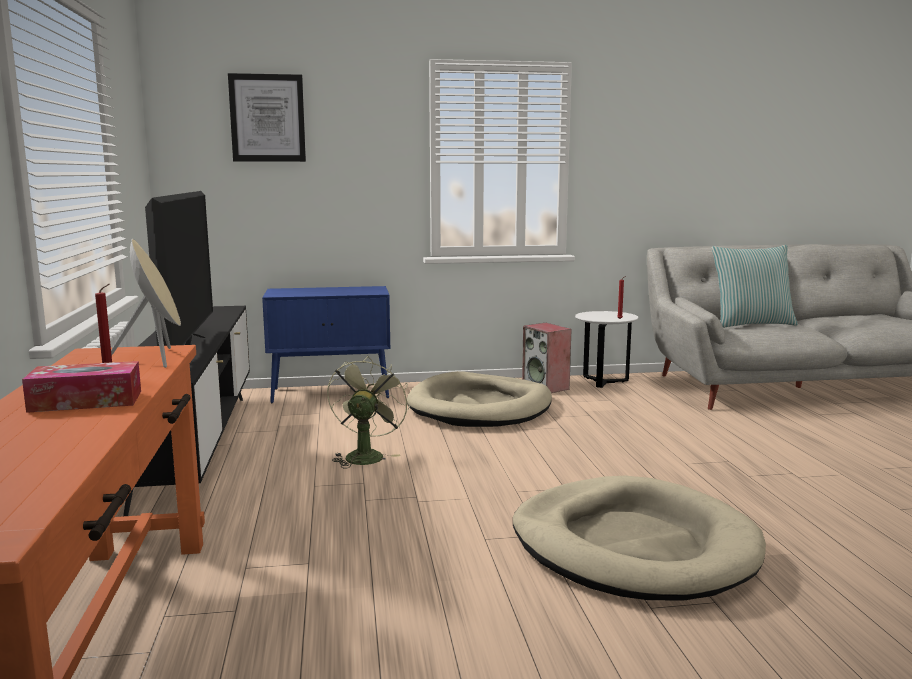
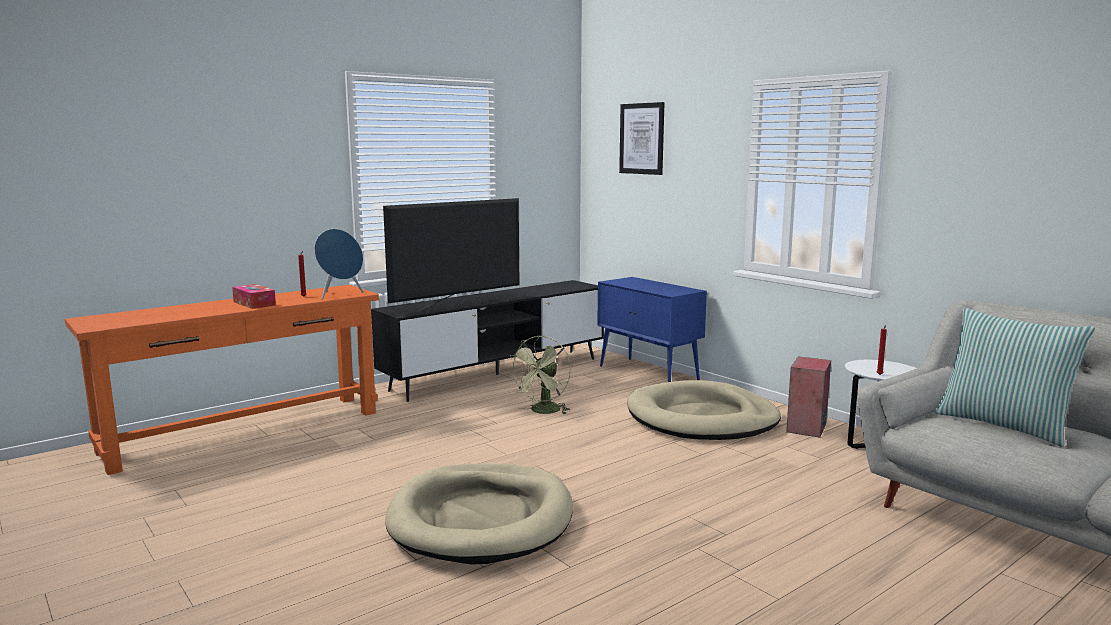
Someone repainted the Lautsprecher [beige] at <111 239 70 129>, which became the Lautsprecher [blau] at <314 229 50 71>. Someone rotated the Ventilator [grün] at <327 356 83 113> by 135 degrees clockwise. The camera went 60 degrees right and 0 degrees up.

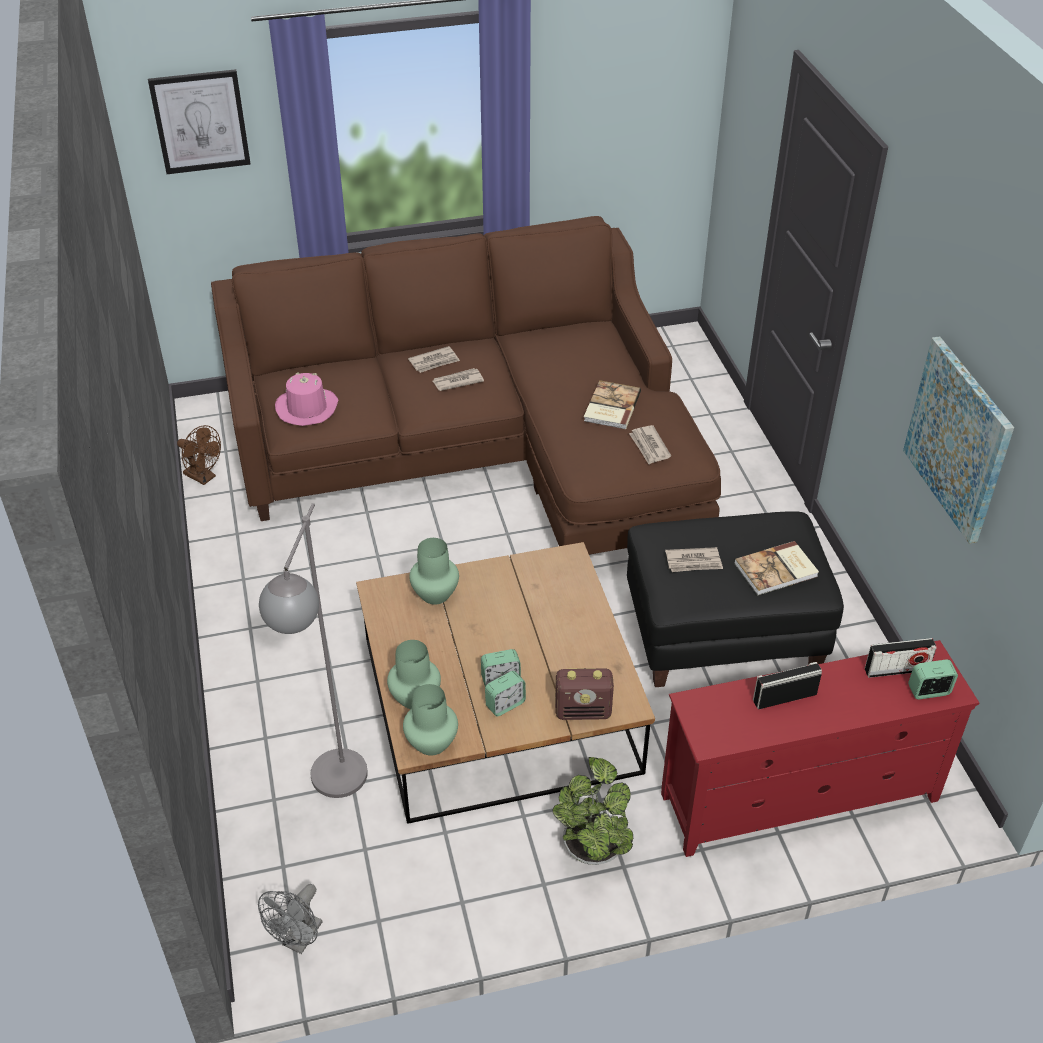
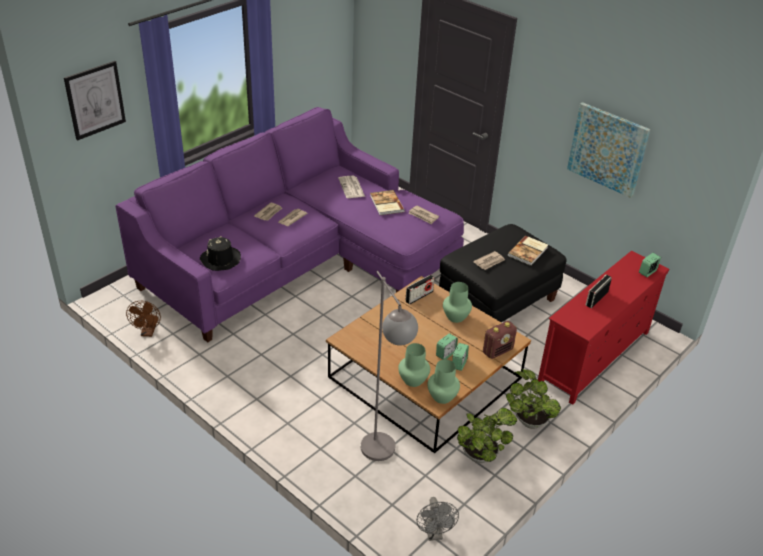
Someone rotated the Ventilator [braun] at <177 425 44 60> by 90 degrees clockwise. Someone repainted the Sofa [braun] at <211 216 510 339>, which became the Sofa [lila] at <115 107 349 235>. Someone repainted the Hut [rosa] at <275 372 63 54>, which became the Hut [schwarz] at <200 236 41 35>. Someone carried the Vase [grün] from <409 538 50 67> to <443 282 29 41>. Someone carried the Radio from <865 638 72 40> to <405 275 30 29>. Someone put down the Zeitung at <338 176 27 22>. Someone put down the Topfpflanze at <457 408 60 55>. The camera went 35 degrees left and 5 degrees down.

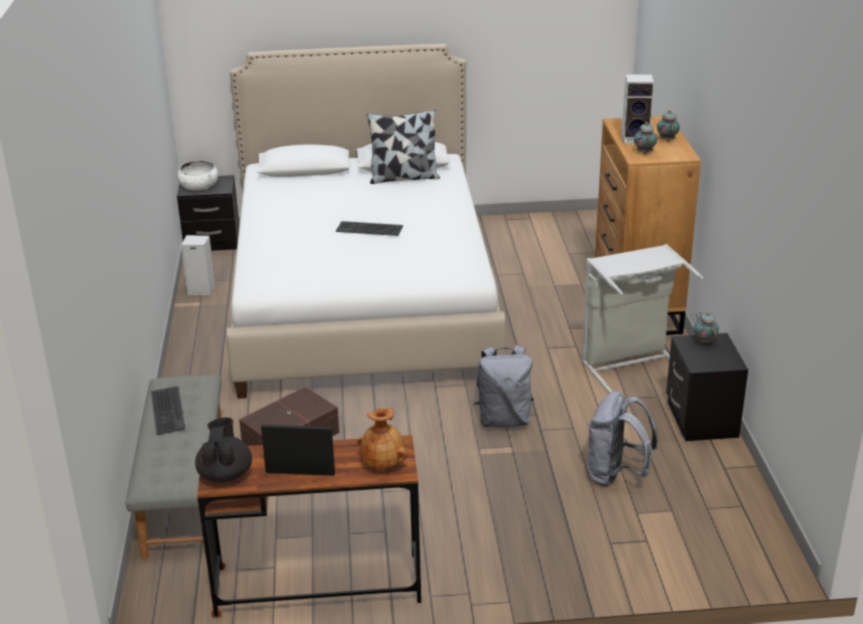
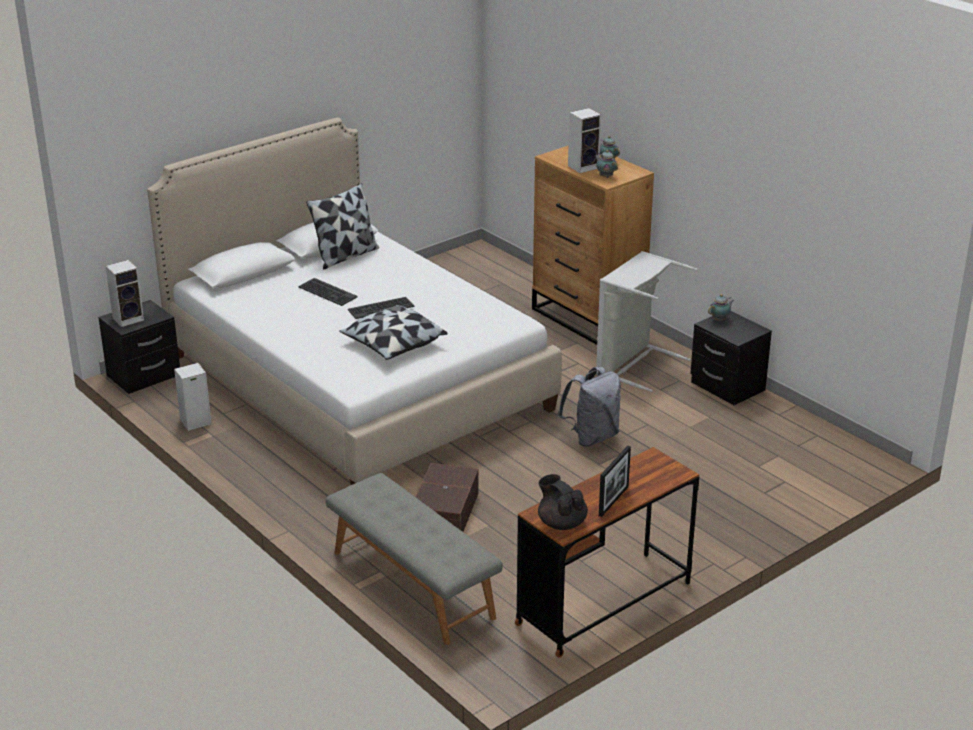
Someone carried the Tastatur from <151 386 34 49> to <298 278 60 28>. Someone swapped the Schüssel [weiß] at <177 160 41 30> for the Lautsprecher at <106 260 38 67>. Someone rotated the Bilderrahmen at <261 425 74 51> by 150 degrees clockwise. Someone took away the Vase [braun] at <357 408 50 61>. Someone took away the Rucksack [grau] at <588 391 70 95>. Someone rotated the Teekanne at <694 312 25 31> by 105 degrees clockwise. Someone put down the Kissen at <339 305 109 55>. The camera went 35 degrees left and 0 degrees up.

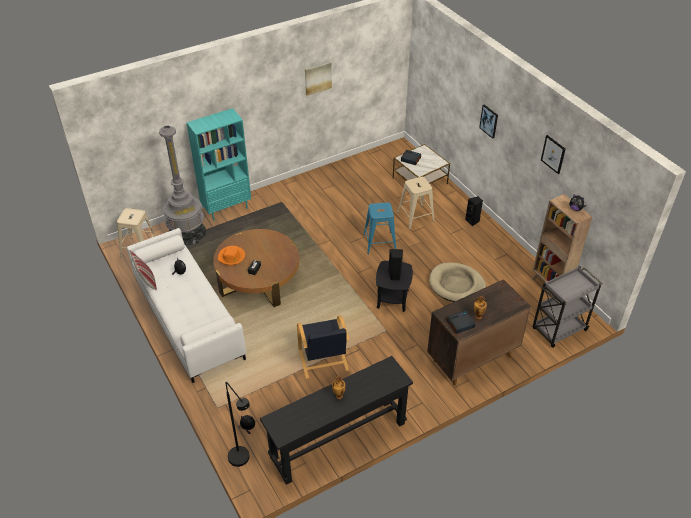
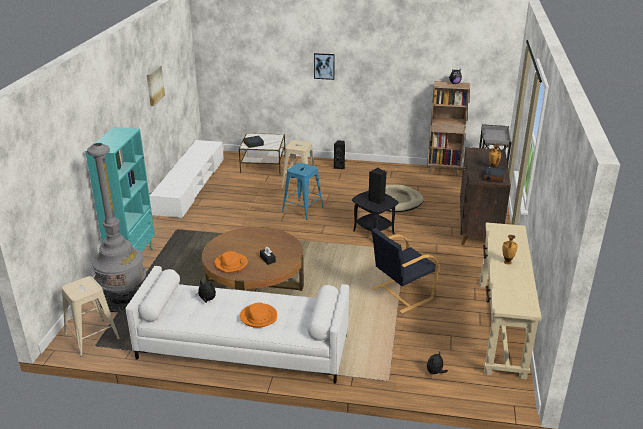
Someone took away the Kissen at <129 250 28 40>. Someone took away the Stehlampe [schwarz] at <225 382 25 85>. Someone repainted the Konsolentisch [schwarz] at <260 356 153 129>, which became the Konsolentisch [beige] at <480 222 62 158>. Someone rotated the Sessel [schwarz] at <297 316 53 63> by 120 degrees clockwise. Someone took away the Bild at <541 135 24 39>. Someone put down the Fernsehschrank [weiß] at <149 140 75 79>. Someone put down the Hut [orange] at <240 303 37 25>. The camera went 50 degrees left and 15 degrees down.

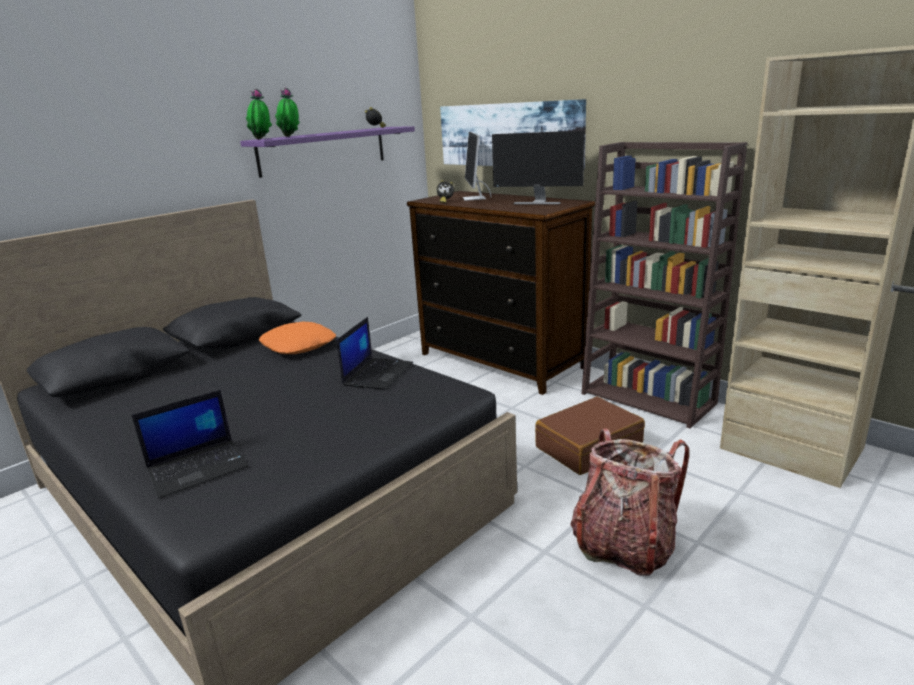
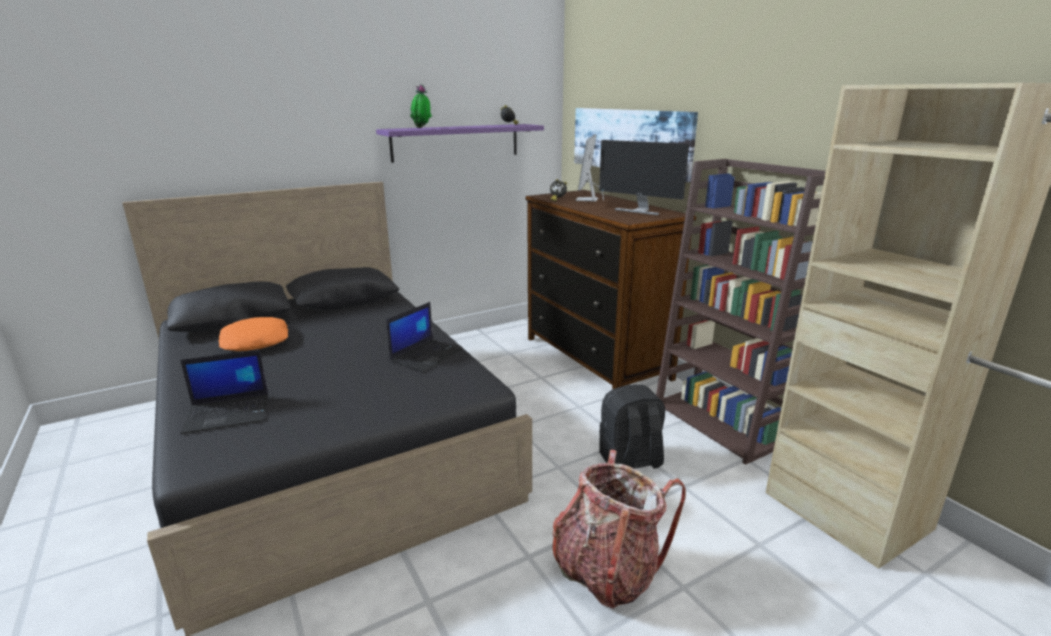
Someone took away the Topfpflanze at <246 89 26 50>. Someone carried the Kissen [orange] from <259 322 77 32> to <218 317 70 34>. Someone swapped the Koffer [braun] at <535 397 110 78> for the Rucksack [schwarz] at <599 384 66 85>. The camera went 15 degrees right and 0 degrees up.

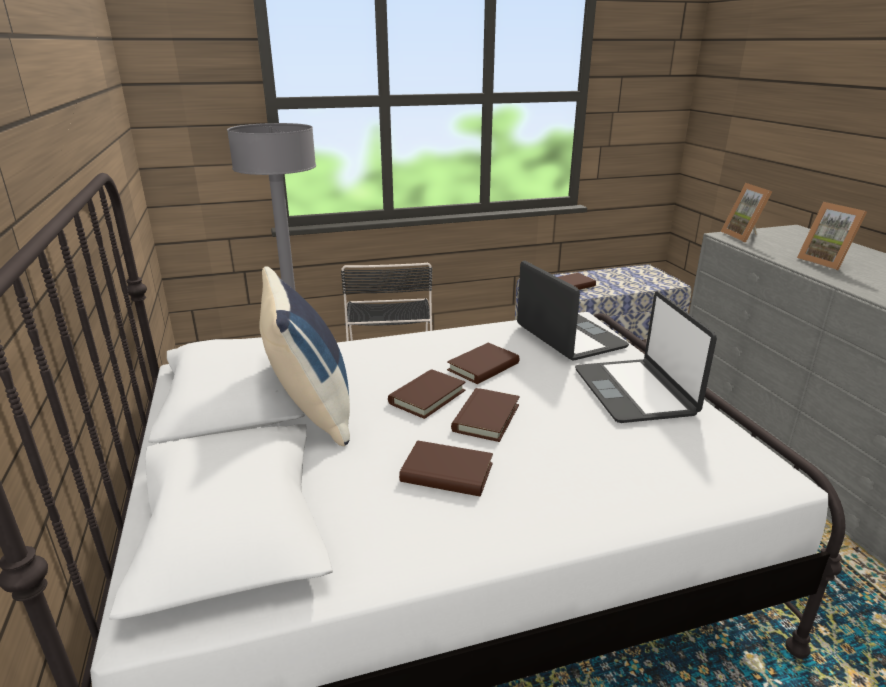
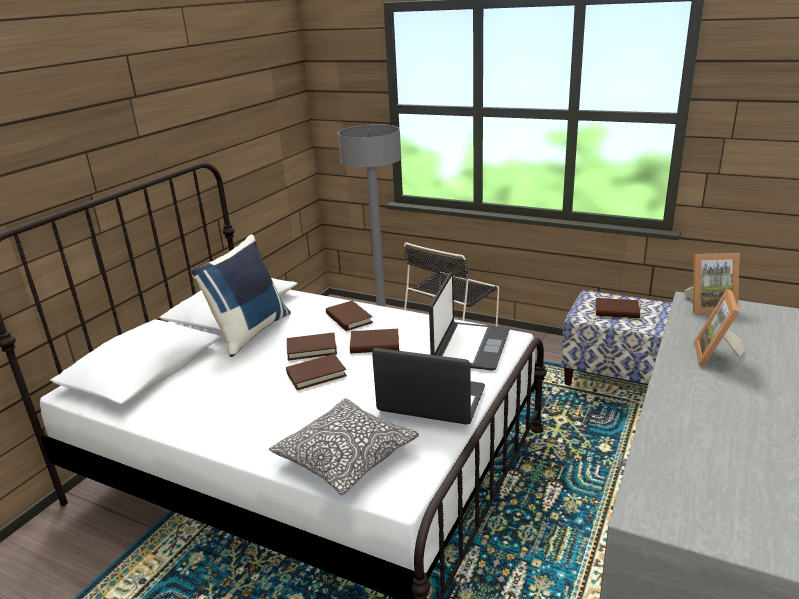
Someone carried the Buch [braun] from <399 441 94 56> to <326 301 47 30>. Someone rotated the Laptop at <575 292 142 131> by 75 degrees clockwise. Someone rotated the Bilderrahmen at <721 183 51 60> by 120 degrees counterclockwise. Someone put down the Kissen at <269 398 150 97>. The camera went 45 degrees right and 0 degrees up.

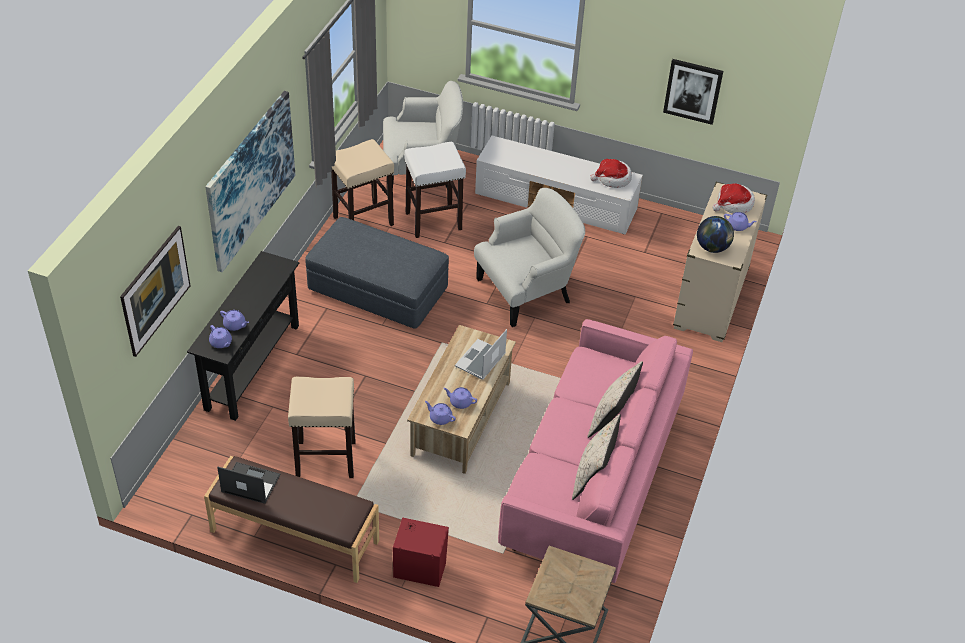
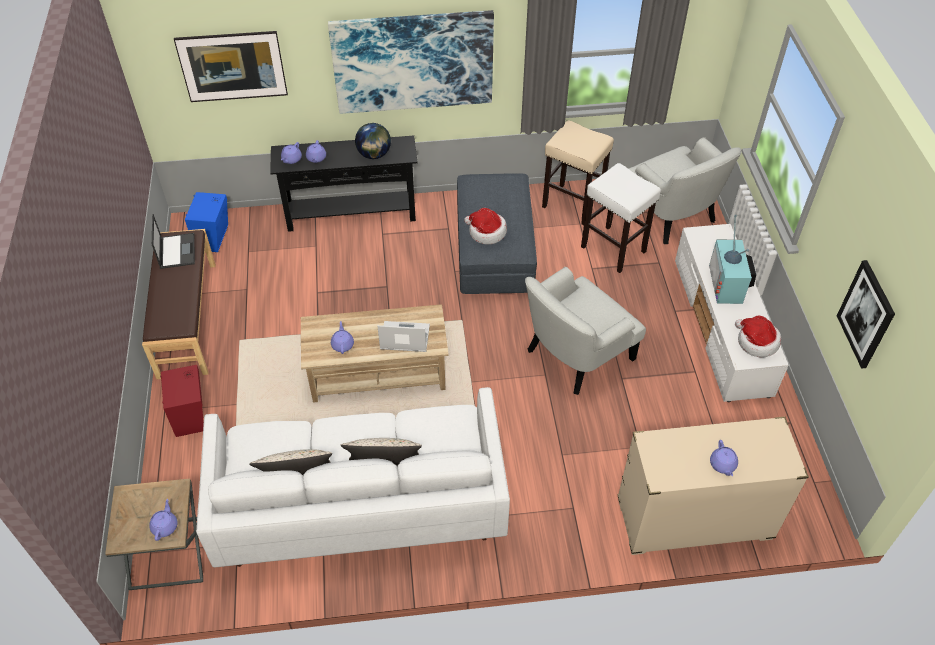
Someone took away the Hocker [beige] at <288 377 68 101>. Someone carried the Teekanne [lila] from <425 401 31 24> to <149 499 29 42>. Someone rotated the Sessel [weiß] at <474 188 111 139> by 105 degrees clockwise. Someone repainted the Sofa [rosa] at <498 319 195 264>, which became the Sofa [weiß] at <196 387 314 181>. Someone carried the Globus from <697 216 37 37> to <355 123 36 36>. Someone carried the Hut from <713 183 42 30> to <464 208 43 36>. Someone put down the Lautsprecher [blau] at <185 192 43 60>. Someone put down the Fernseher at <709 215 47 89>. The camera went 65 degrees right and 5 degrees up.

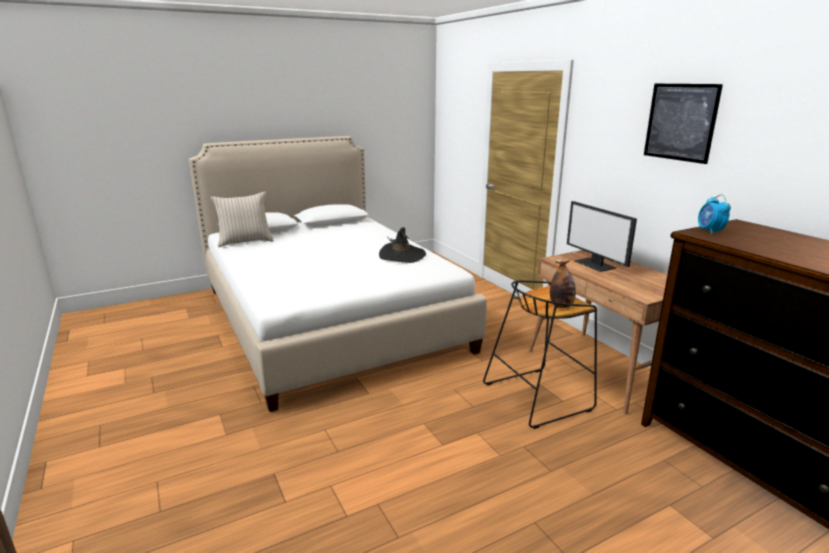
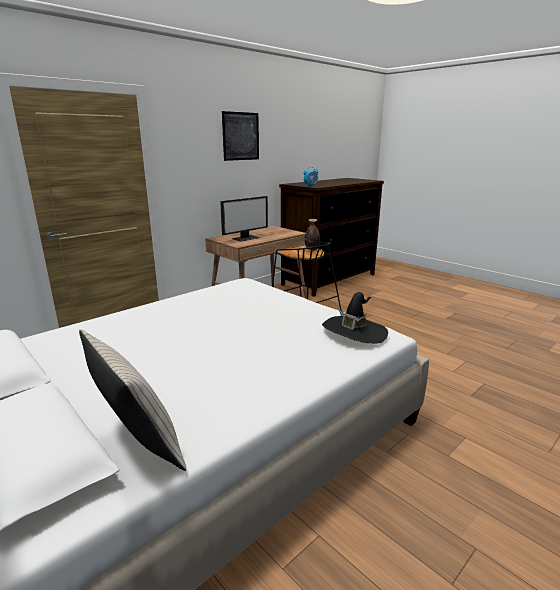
Someone carried the Hut [schwarz] from <379 227 47 36> to <322 292 66 52>. The camera went 105 degrees left and 0 degrees up.

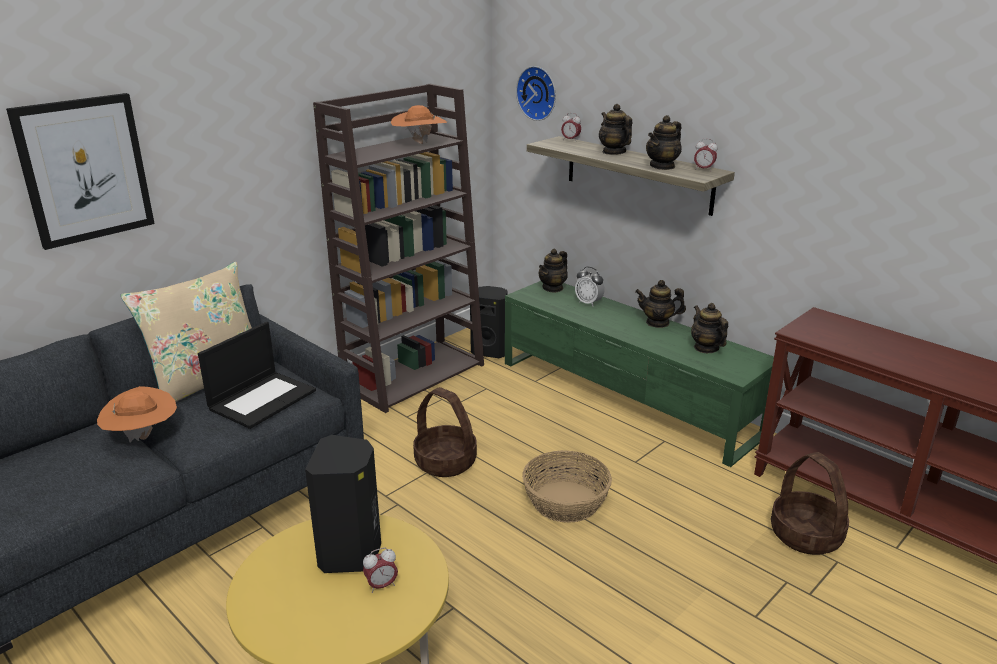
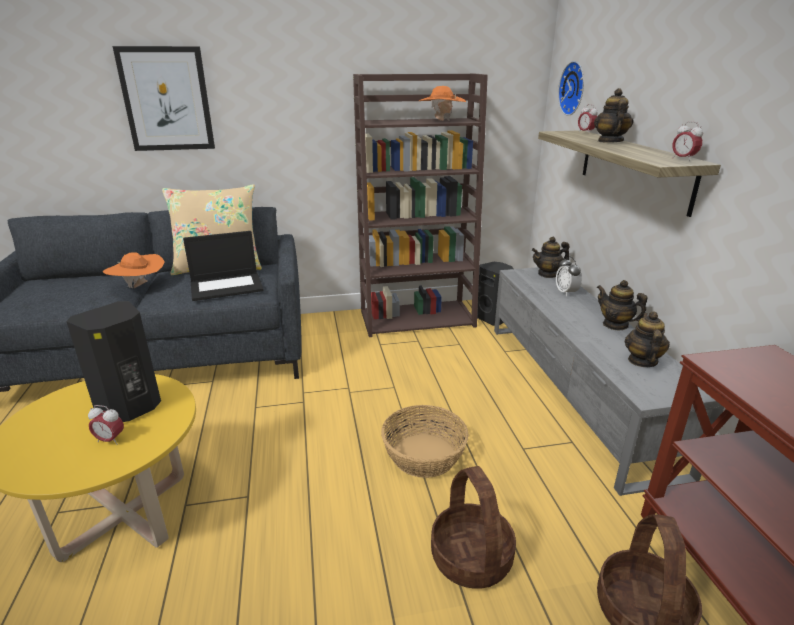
Someone carried the Korb from <413 387 64 90> to <431 466 85 123>. Someone repainted the Fernsehschrank [grün] at <505 281 269 186>, which became the Fernsehschrank [grau] at <494 267 230 229>. Someone took away the Teekanne at <646 115 36 55>. The camera went 35 degrees right and 0 degrees up.

